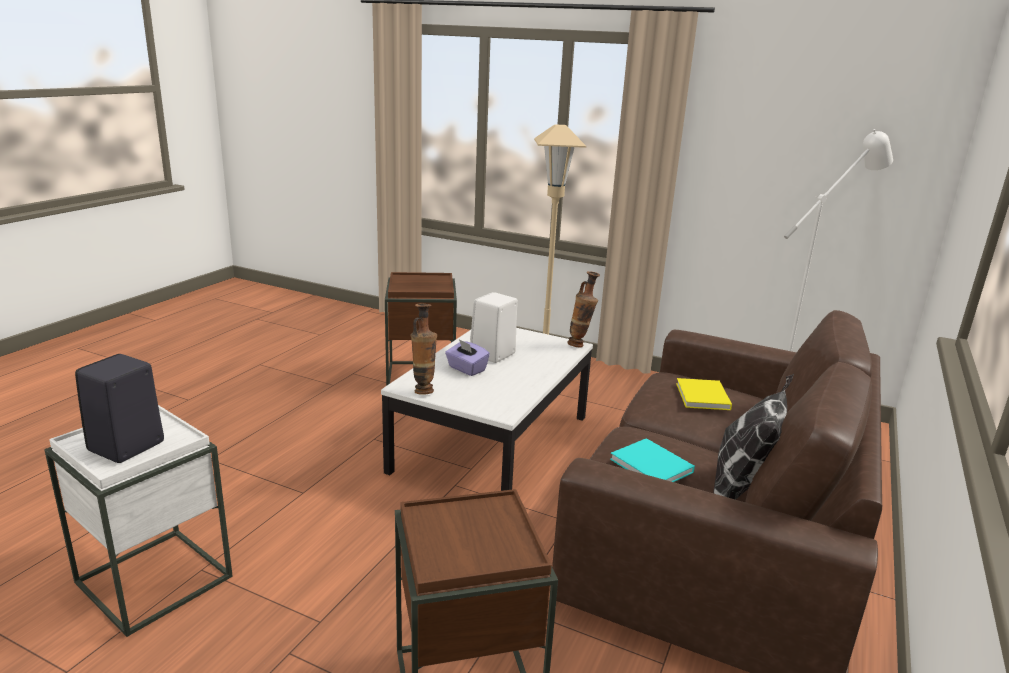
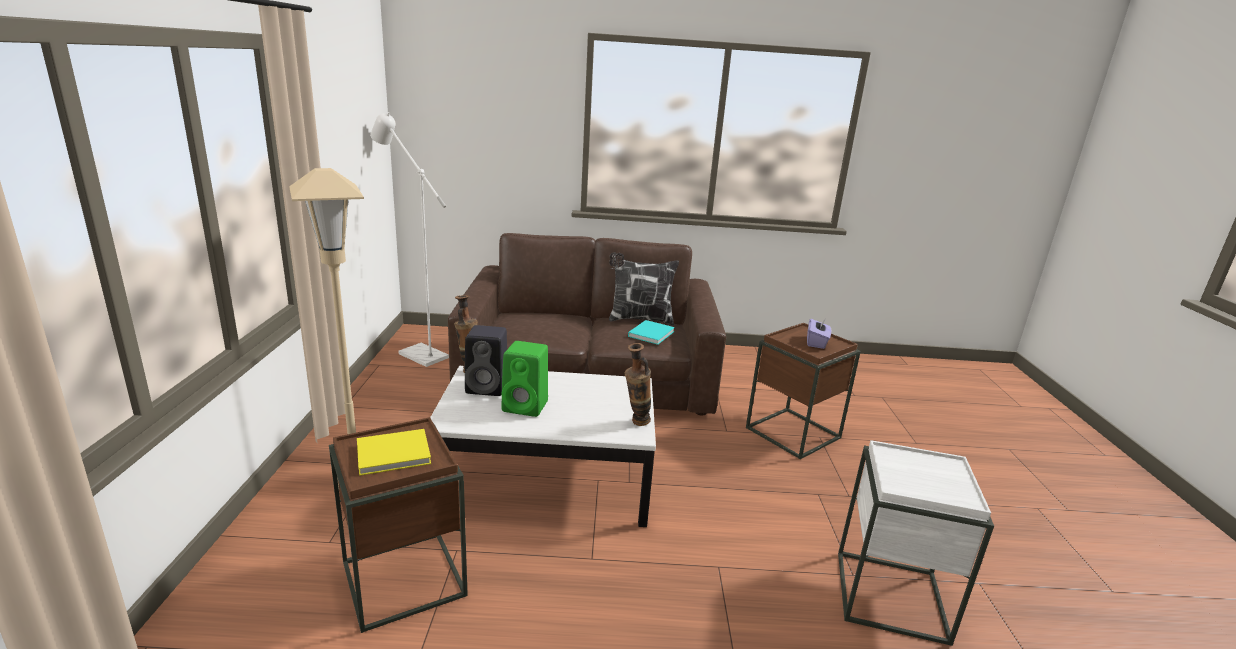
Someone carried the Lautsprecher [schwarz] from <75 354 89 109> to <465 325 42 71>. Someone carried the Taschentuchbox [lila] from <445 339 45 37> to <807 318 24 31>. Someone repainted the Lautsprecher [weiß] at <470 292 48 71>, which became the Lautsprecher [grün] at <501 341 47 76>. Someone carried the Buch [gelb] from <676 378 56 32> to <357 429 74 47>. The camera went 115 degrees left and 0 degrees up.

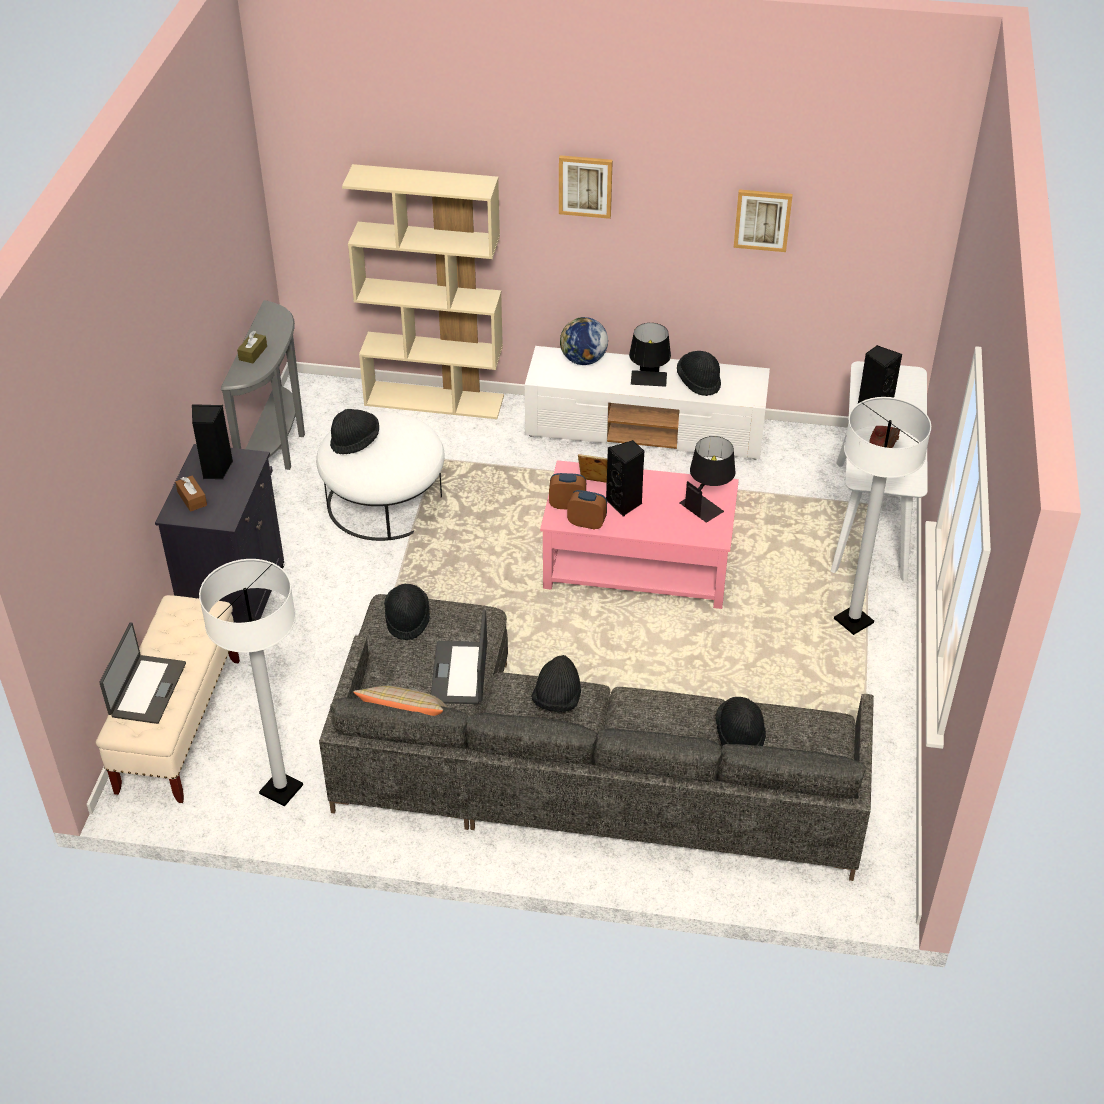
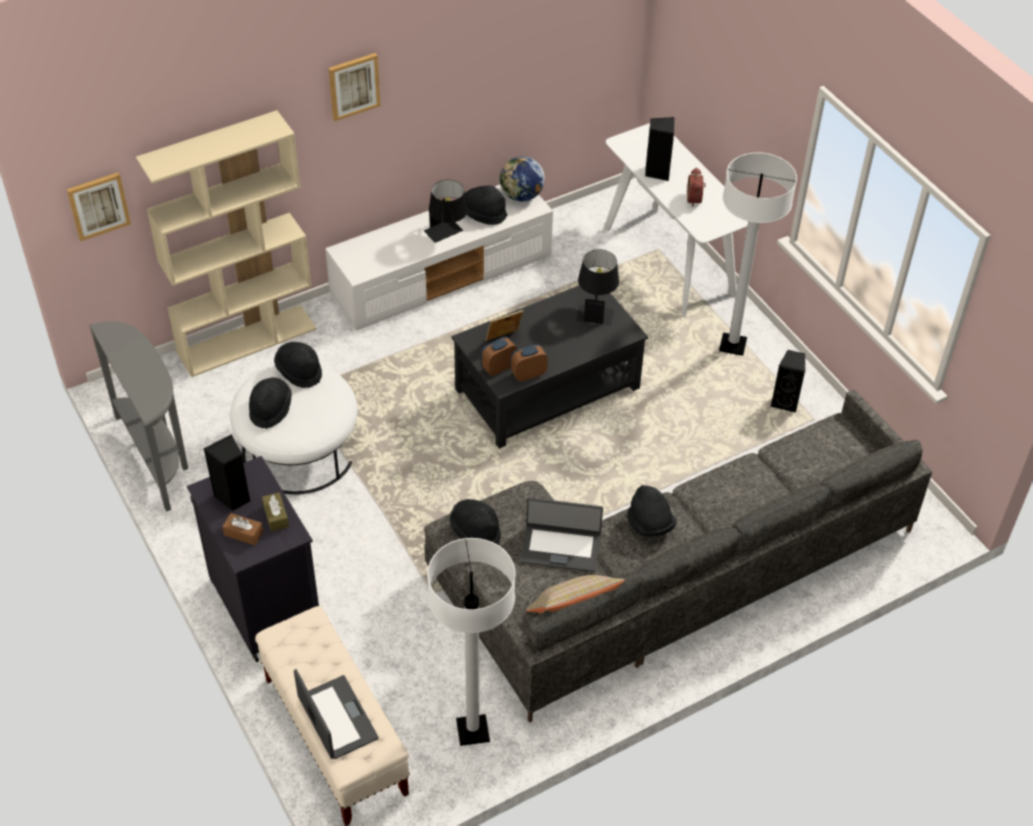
Someone carried the Taschentuchbox [braun] from <237 331 30 32> to <262 492 27 40>. Someone rotated the Laptop at <431 610 56 94> by 45 degrees counterclockwise. Someone repainted the Couchtisch [rosa] at <540 460 199 149>, which became the Couchtisch [schwarz] at <452 285 196 164>. Someone carried the Globus from <560 317 48 48> to <500 157 45 45>. Someone carried the Lautsprecher [schwarz] from <606 440 39 77> to <771 350 34 62>. Someone carried the Hut [schwarz] from <715 697 51 49> to <274 342 48 46>. Someone carried the Bild from <734 189 59 63> to <67 172 64 69>. The camera went 40 degrees left and 5 degrees up.

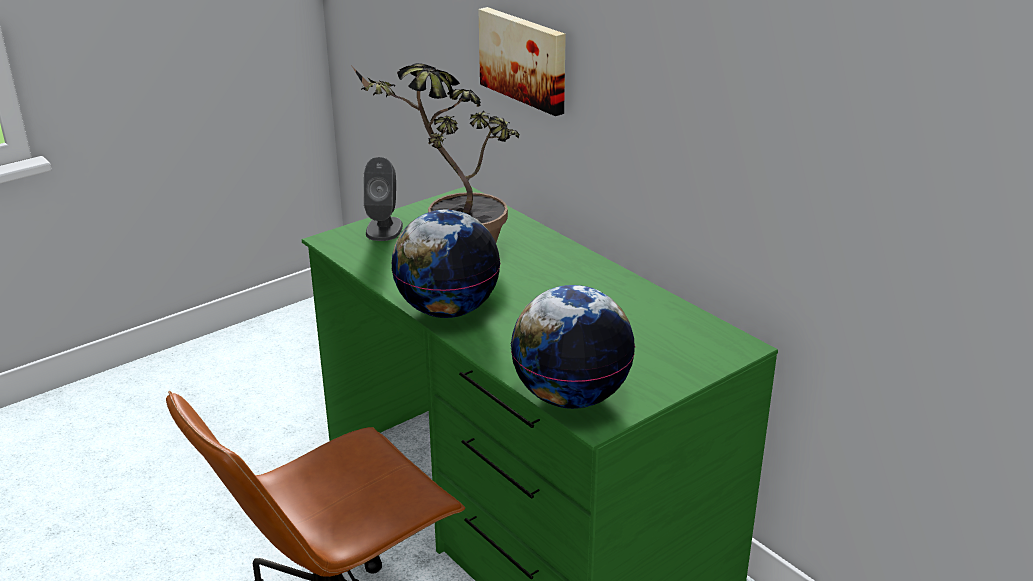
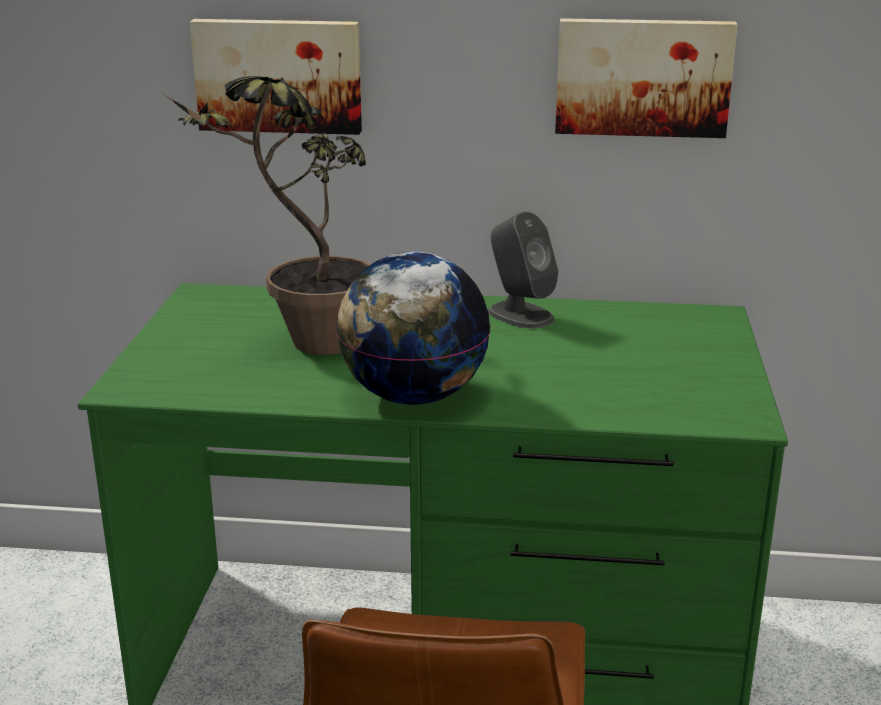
Someone carried the Lautsprecher [grau] from <364 157 39 84> to <488 212 71 117>. Someone took away the Globus at <511 285 124 124>. Someone put up the Bild at <555 18 182 120>. The camera went 45 degrees left and 5 degrees down.

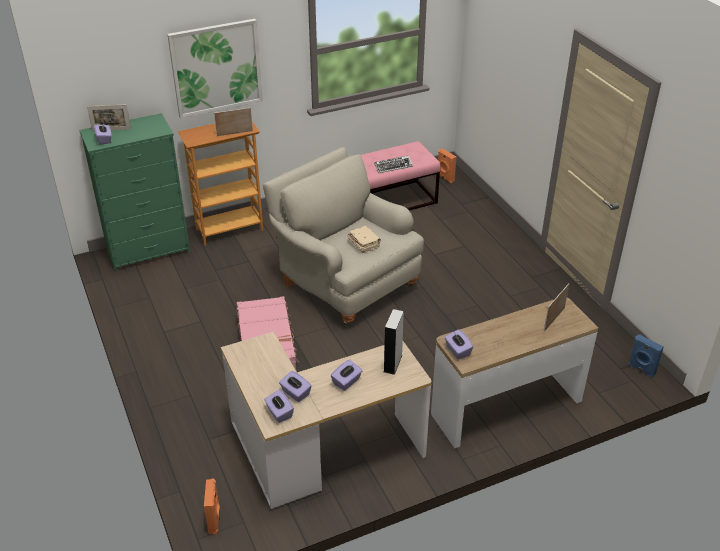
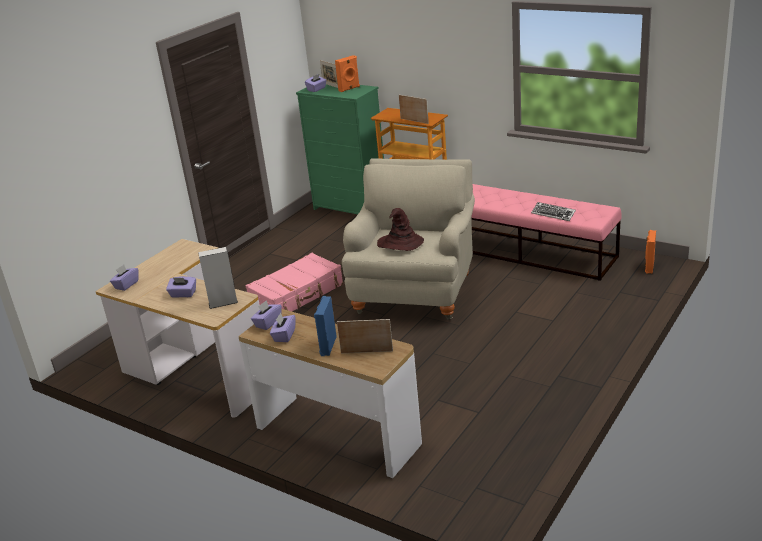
Someone took away the Bild at <167 19 96 99>. Someone carried the Lautsprecher [orange] from <204 479 16 55> to <335 55 25 37>. Someone carried the Taschentuchbox [lila] from <279 371 32 31> to <270 312 26 30>. Someone swapped the Buch [beige] at <347 226 34 26> for the Hut [braun] at <377 208 47 43>. Someone carried the Lautsprecher [blau] from <628 334 36 44> to <314 296 23 60>. The camera went 60 degrees right and 10 degrees down.

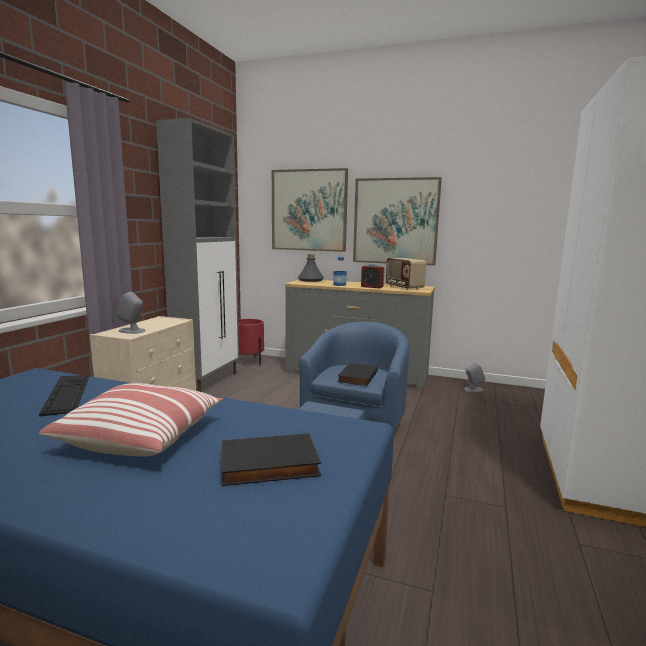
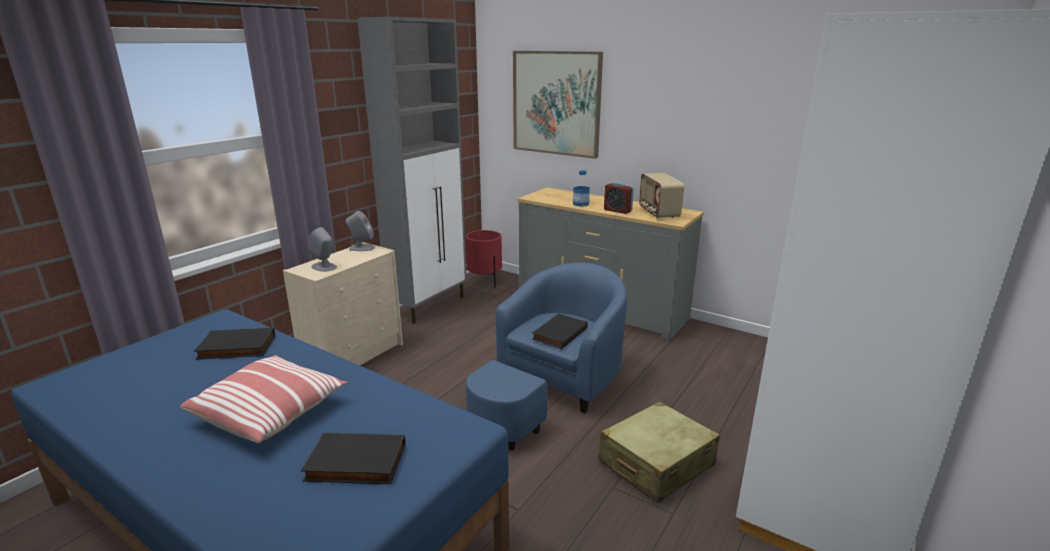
Someone swapped the Tastatur at <39 375 51 42> for the Buch [schwarz] at <194 328 81 32>. Someone took away the Flasche [grau] at <297 254 27 28>. Someone took away the Bild at <353 177 89 89>. Someone carried the Lautsprecher [grau] from <464 362 21 30> to <345 211 30 40>. Someone put down the Koffer [beige] at <598 401 122 103>. The camera went 15 degrees right and 10 degrees up.

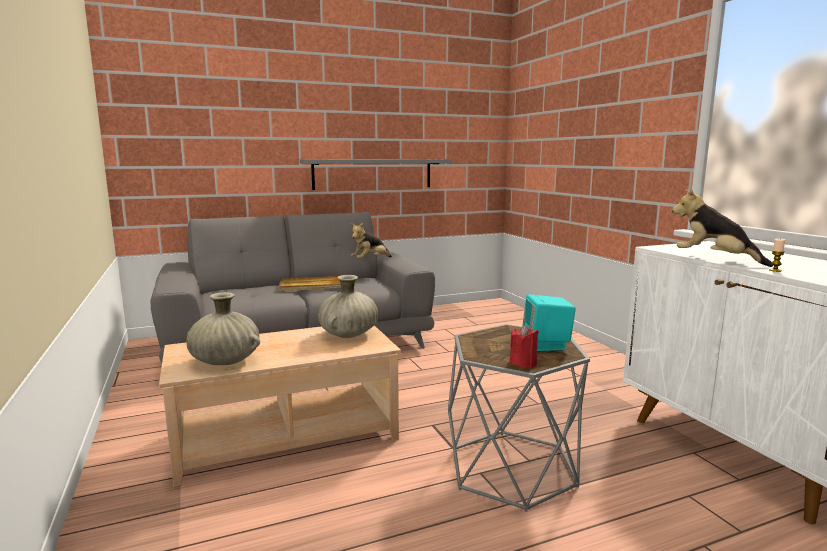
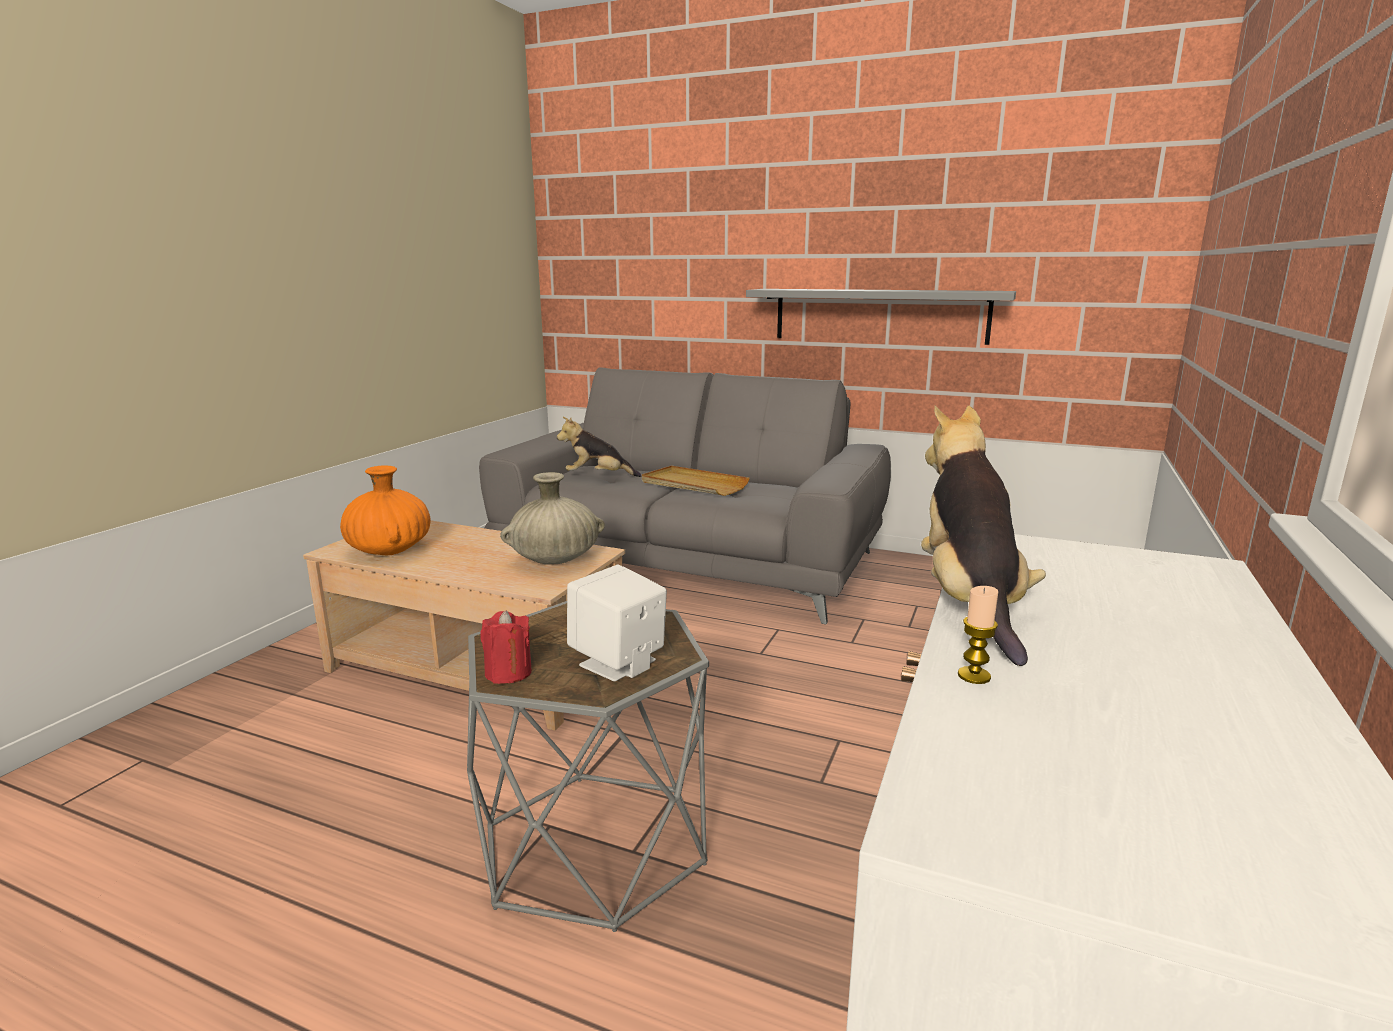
Someone repainted the Vase [beige] at <186 292 74 73>, which became the Vase [orange] at <340 465 91 90>. Someone carried the Plüschtier from <351 223 41 36> to <557 417 84 60>. Someone repainted the Lautsprecher [türkis] at <522 295 54 56>, which became the Lautsprecher [weiß] at <567 565 100 116>. The camera went 45 degrees right and 5 degrees up.

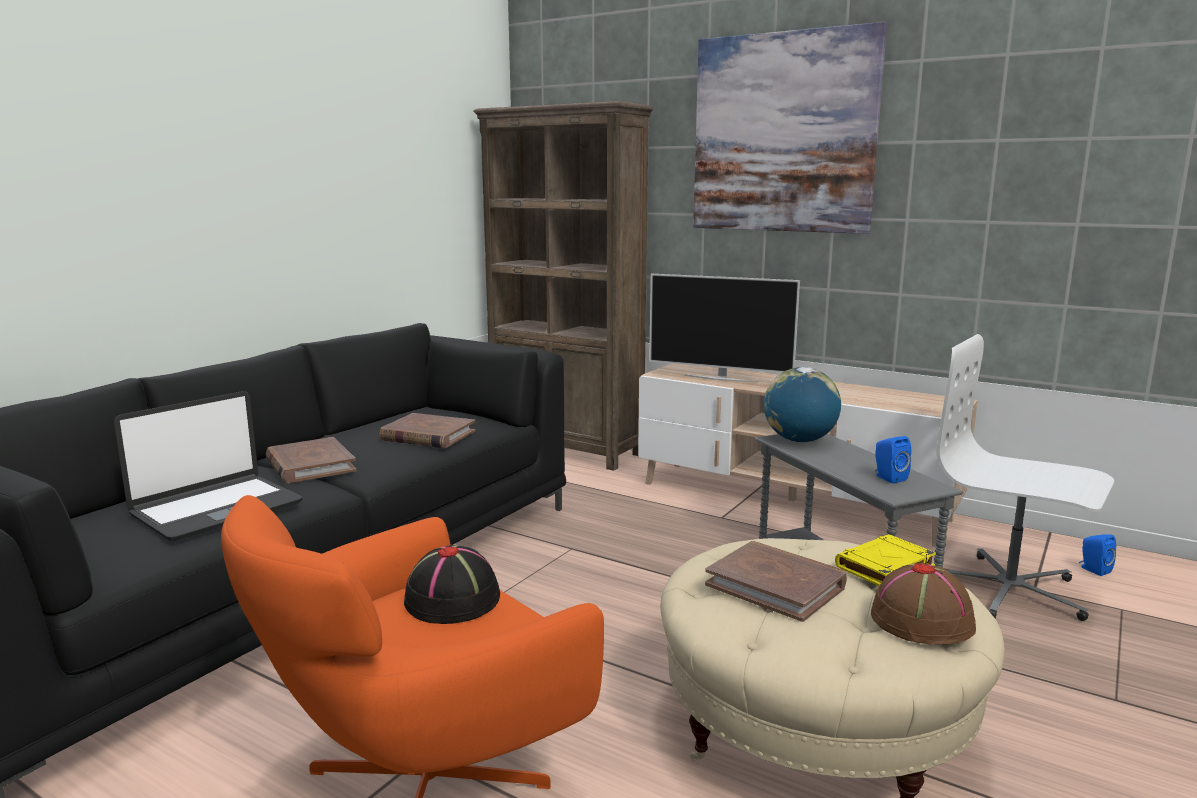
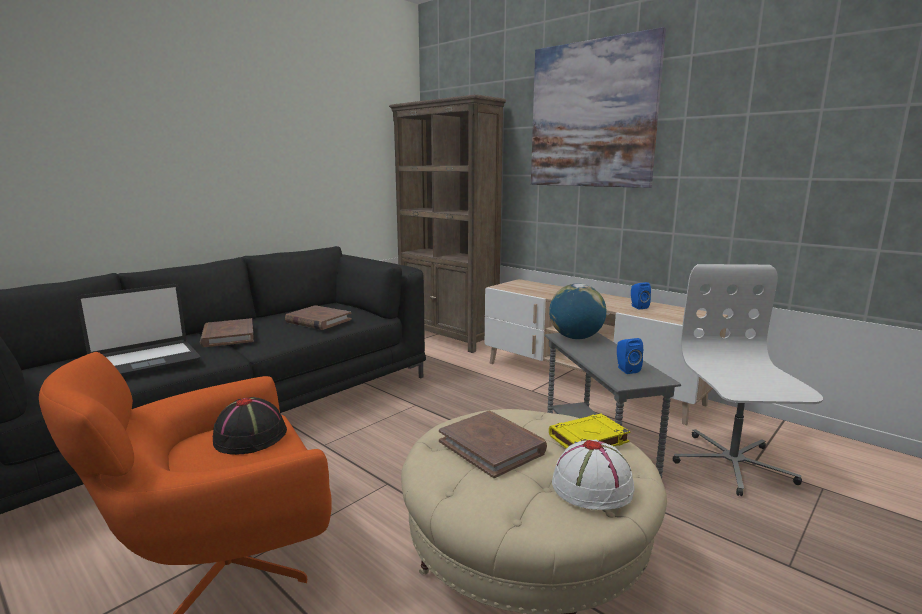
Someone took away the Fernseher at <649 274 151 108>. Someone repainted the Hut [braun] at <871 562 105 83>, which became the Hut [weiß] at <552 439 83 71>. Someone rotated the Bürostuhl [weiß] at <937 334 177 287> by 45 degrees clockwise. Someone carried the Lautsprecher [blau] from <1079 534 37 42> to <631 282 20 27>. The camera went 10 degrees right and 0 degrees up.

